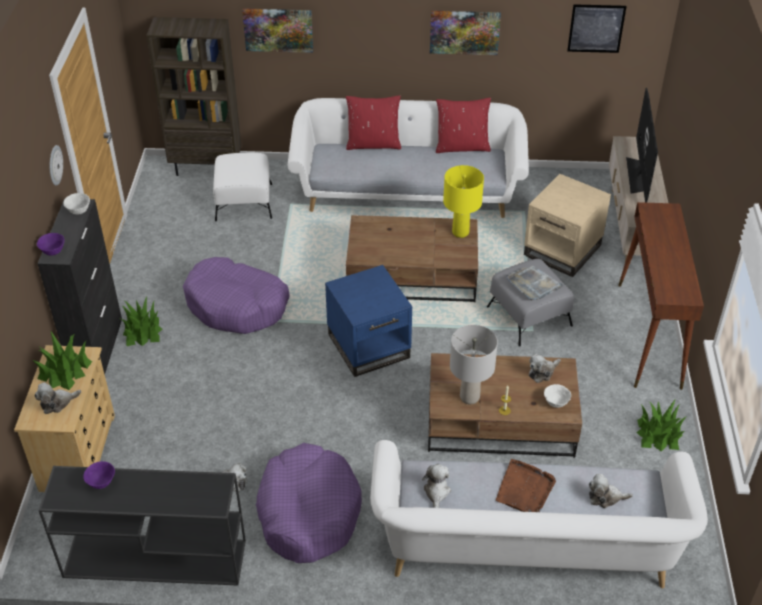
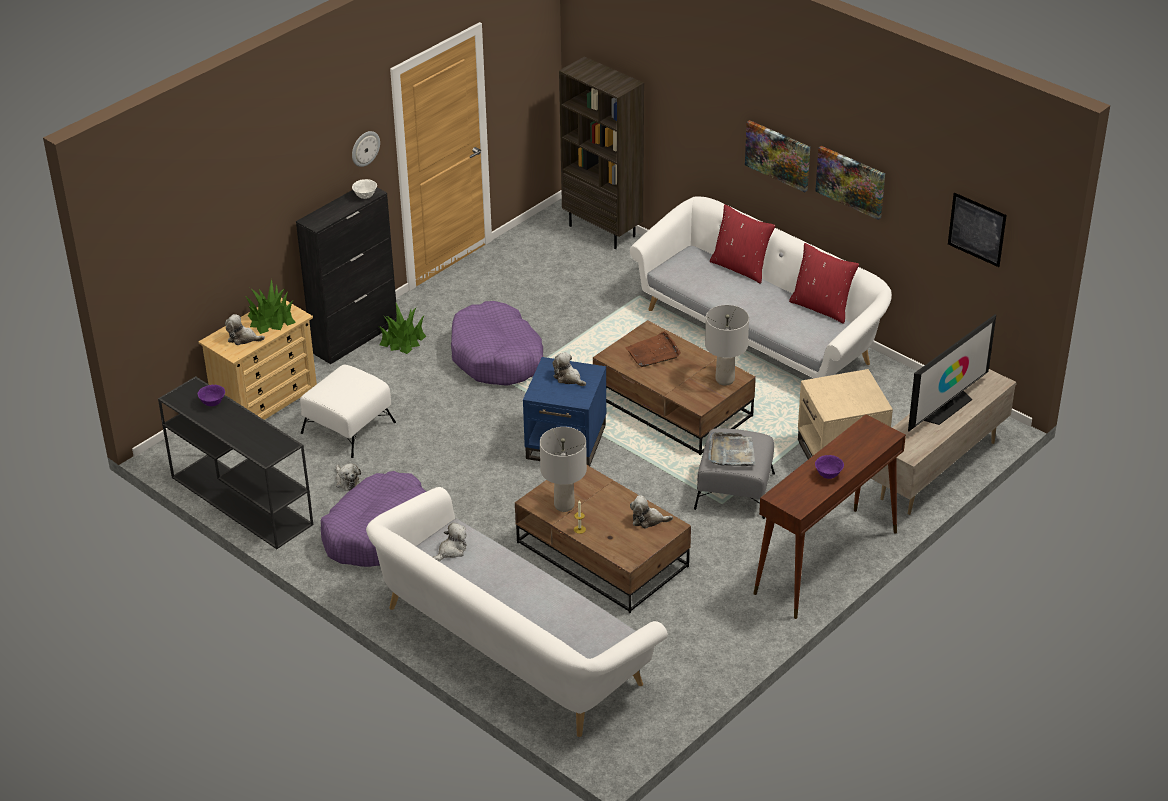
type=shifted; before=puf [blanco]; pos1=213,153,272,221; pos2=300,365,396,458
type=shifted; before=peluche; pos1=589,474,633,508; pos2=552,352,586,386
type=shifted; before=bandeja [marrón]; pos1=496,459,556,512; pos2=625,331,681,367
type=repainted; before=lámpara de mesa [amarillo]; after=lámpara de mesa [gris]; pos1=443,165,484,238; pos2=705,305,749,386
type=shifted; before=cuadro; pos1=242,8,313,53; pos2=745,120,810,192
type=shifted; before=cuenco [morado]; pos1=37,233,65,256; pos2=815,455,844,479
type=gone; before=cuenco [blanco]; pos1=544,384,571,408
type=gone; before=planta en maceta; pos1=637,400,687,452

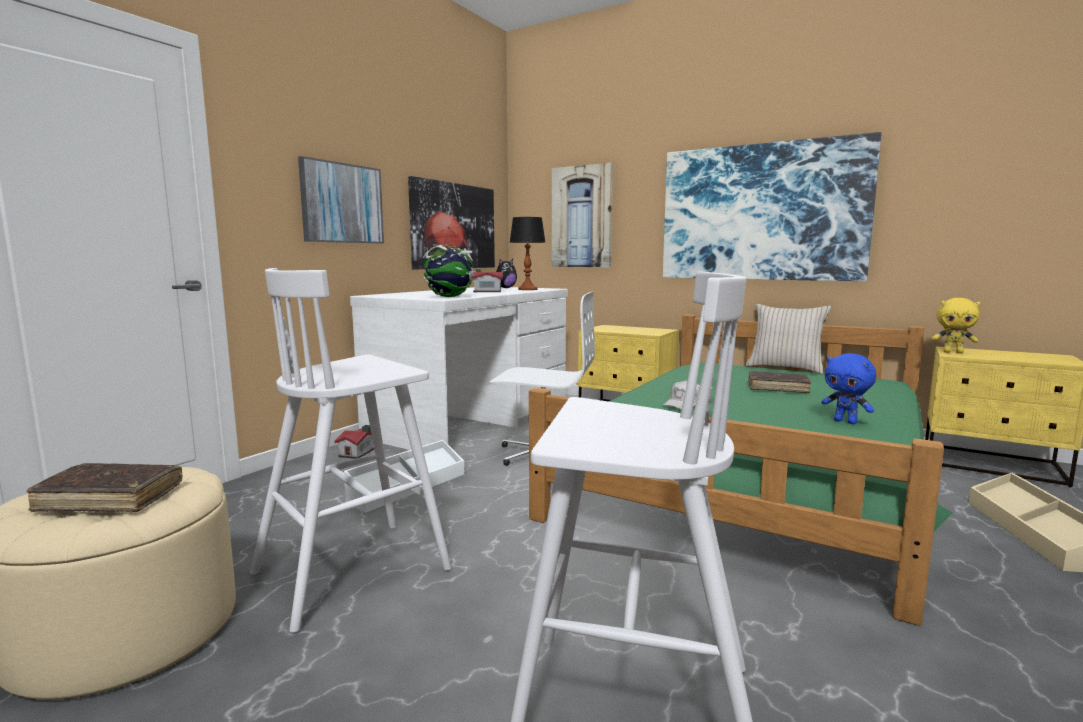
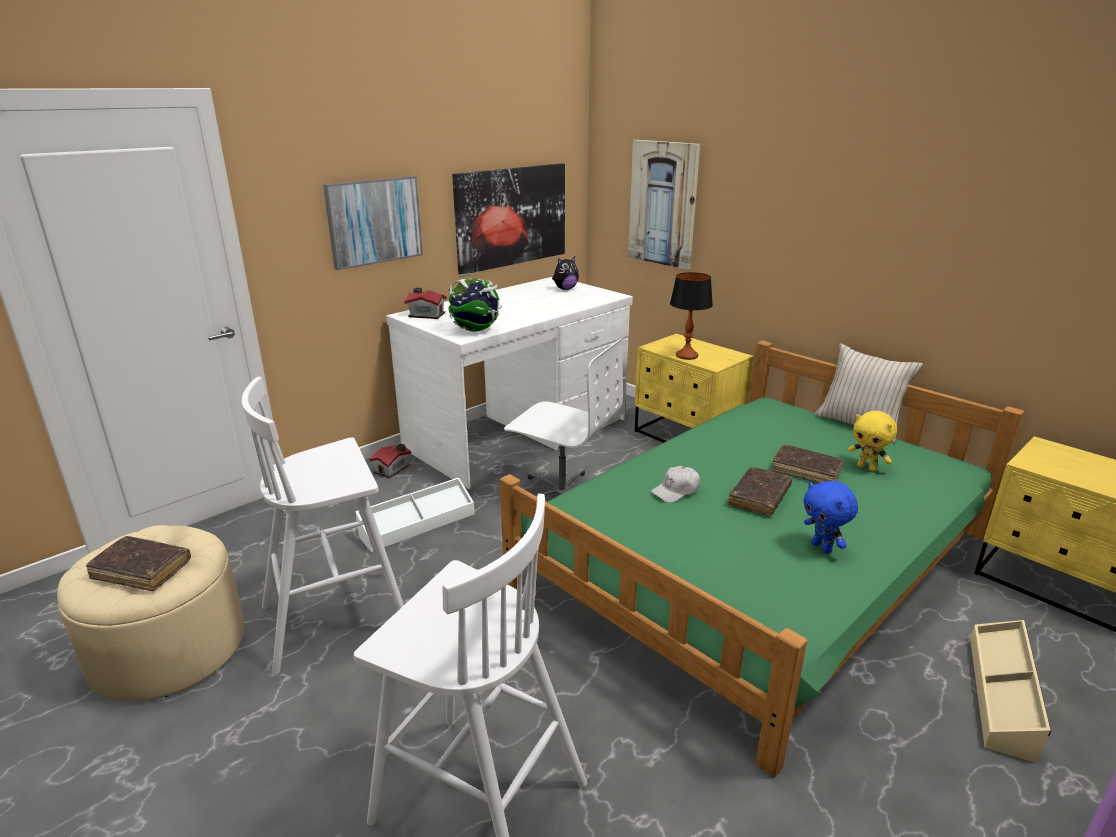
type=shifted; before=casita; pos1=471,269,503,292; pos2=404,287,447,319
type=shifted; before=lámpara de mesa; pos1=510,217,545,290; pos2=670,272,713,360
type=new; after=libro [marrón]; pos2=728,467,792,516
type=shifted; before=peluche [amarillo]; pos1=932,298,981,353; pos2=848,410,897,471
type=gone; before=cuadro; pos1=663,132,881,281

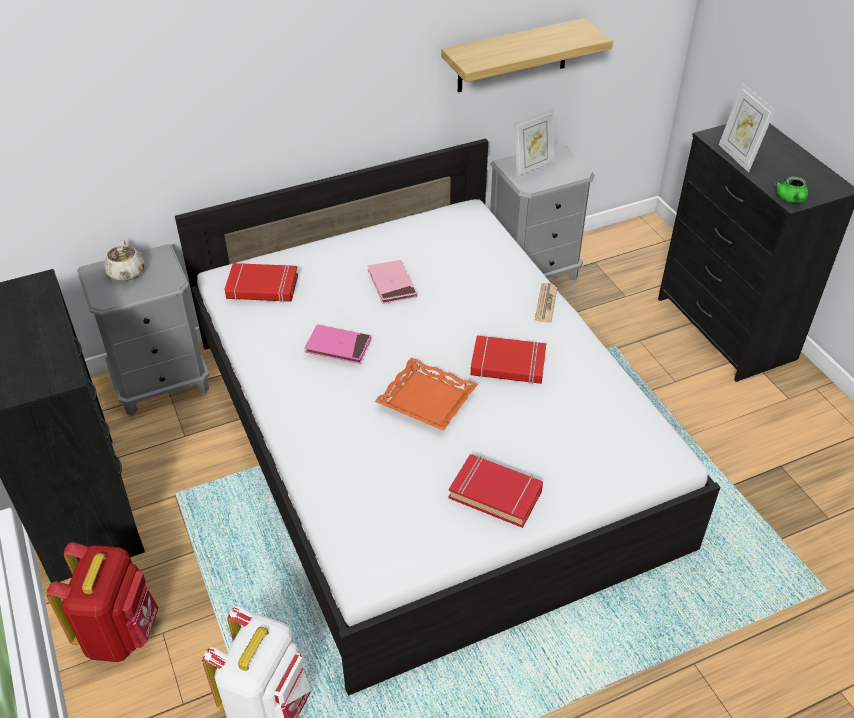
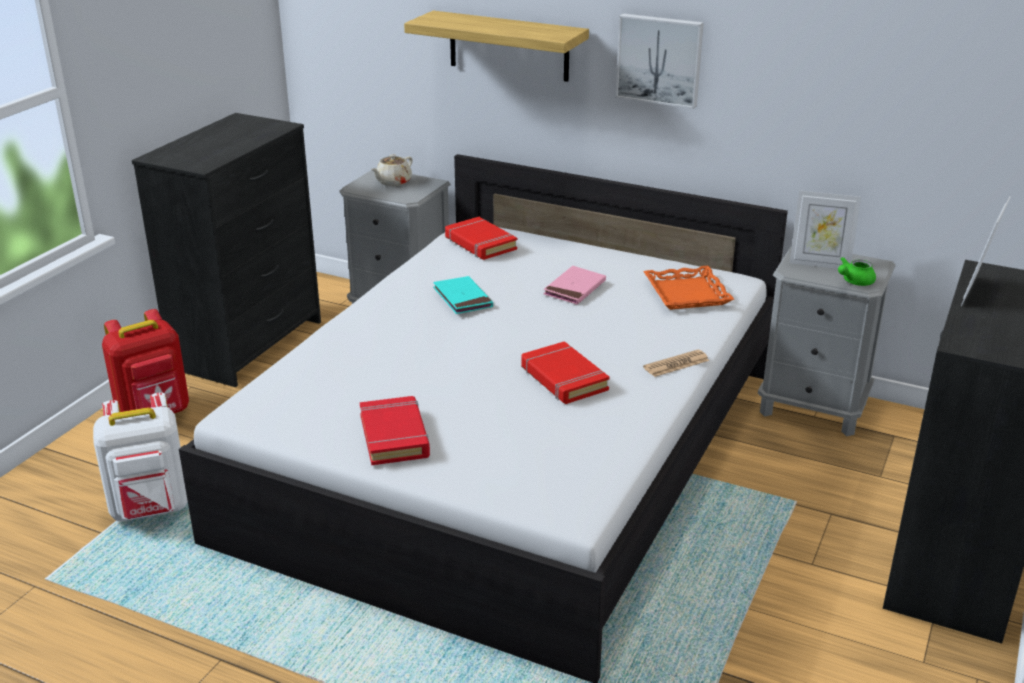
type=shifted; before=estante; pos1=441,18,613,92; pos2=404,11,589,82
type=repainted; before=libro [rosa]; after=libro [turquesa]; pos1=304,324,371,364; pos2=433,276,493,314
type=new; after=cuadro; pos2=616,13,704,109
type=shifted; before=bandeja [naranja]; pos1=375,358,478,431; pos2=643,266,734,310
type=shifted; before=tetera [verde]; pos1=775,176,808,203; pos2=838,257,876,286

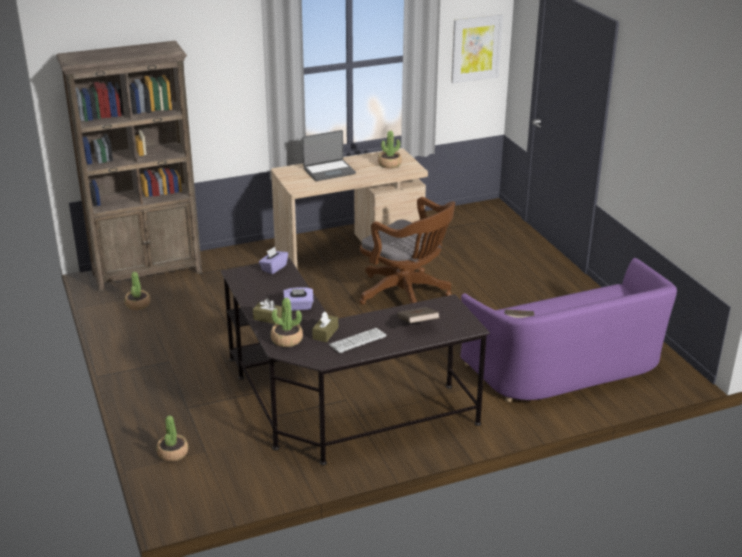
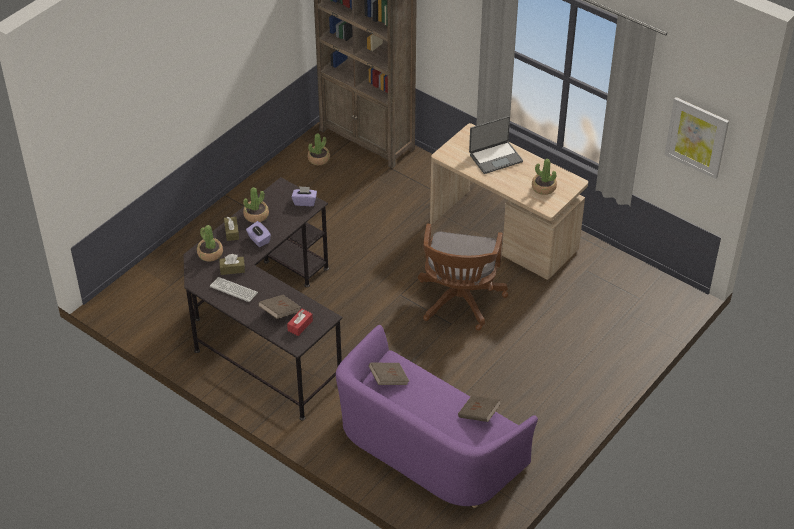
type=shifted; before=planta en maceta; pos1=156,415,188,462; pos2=243,187,269,223
type=new; after=caja de pañuelos [rojo]; pos2=287,309,313,336
type=new; after=libro [marrón]; pos2=458,396,501,422
type=rotated; before=portátil; pos1=302,130,356,181; pos2=469,116,523,174; turn=-60

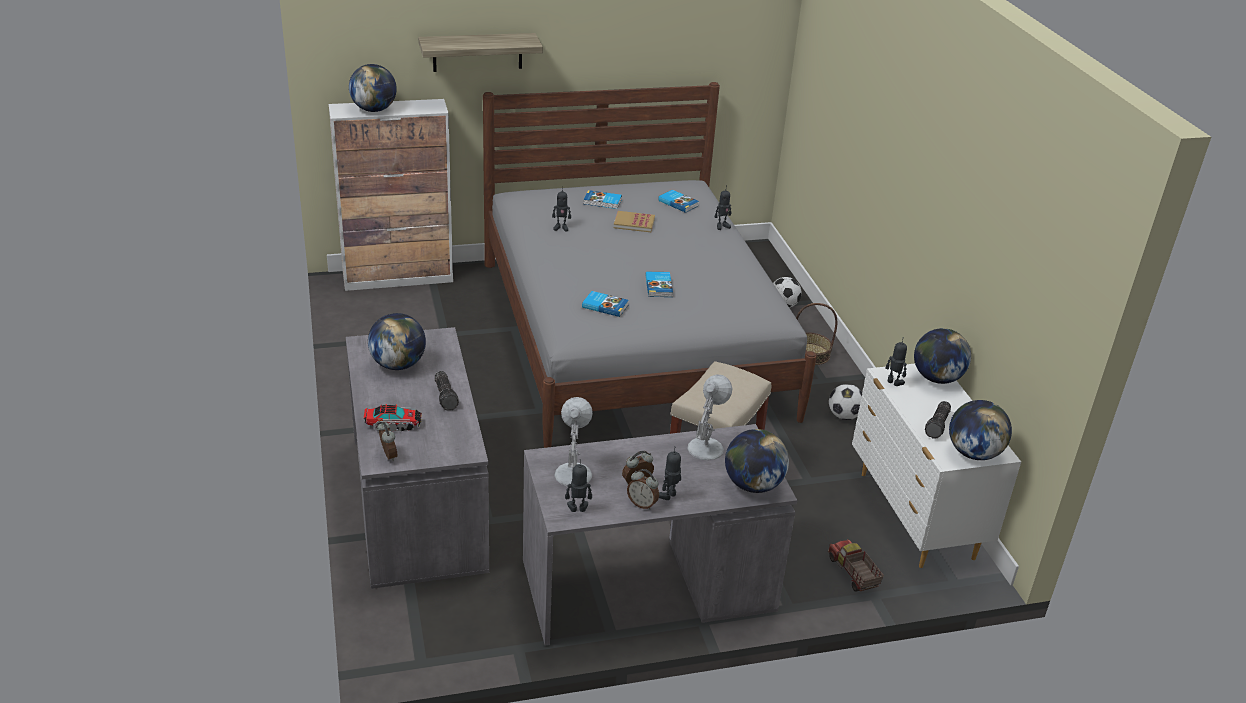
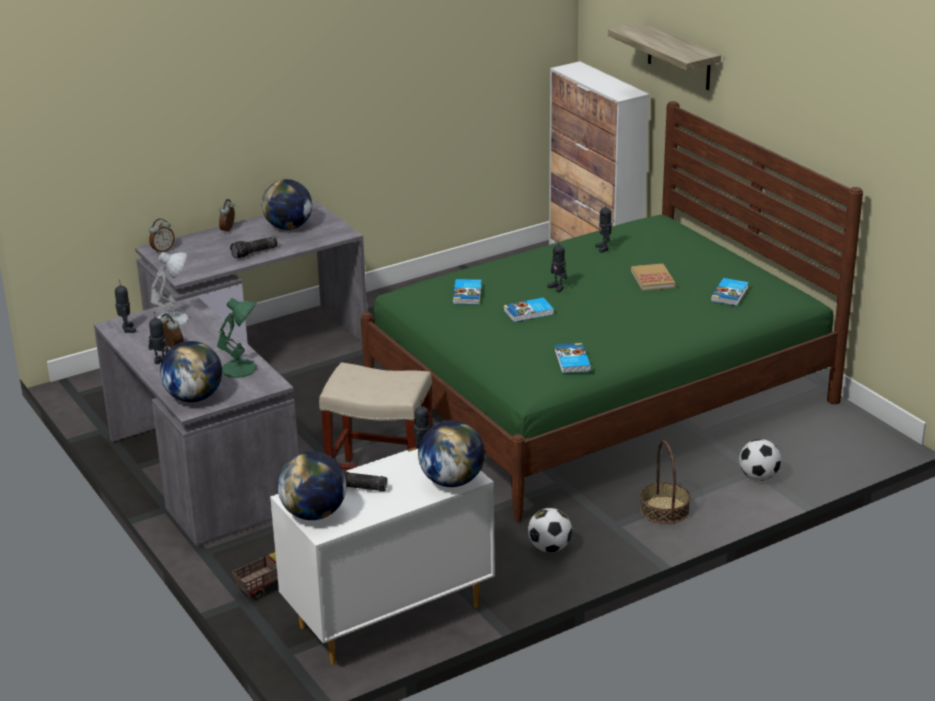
type=repainted; before=lámpara de mesa [blanco]; after=lámpara de mesa [verde]; pos1=687,375,732,461; pos2=217,298,257,378
type=shifted; before=despertador; pos1=627,469,659,510; pos2=219,199,235,233
type=repainted; before=cama [gris]; after=cama [verde]; pos1=483,82,817,448; pos2=361,101,863,522
type=shifted; before=robot de juguete; pos1=715,190,731,230; pos2=547,239,567,292
type=shifted; before=libro; pos1=584,190,622,209; pos2=555,343,591,373
type=gone; before=globo terráqueo; pos1=349,64,397,112
type=gone; before=camión de juguete; pos1=364,404,422,432

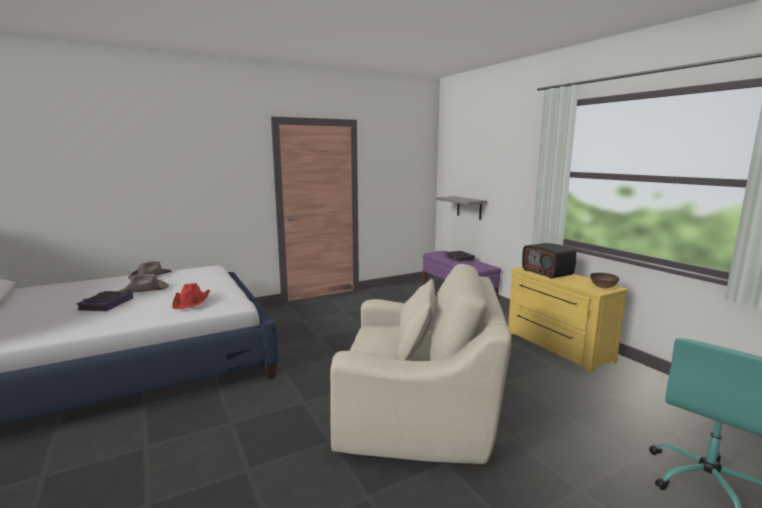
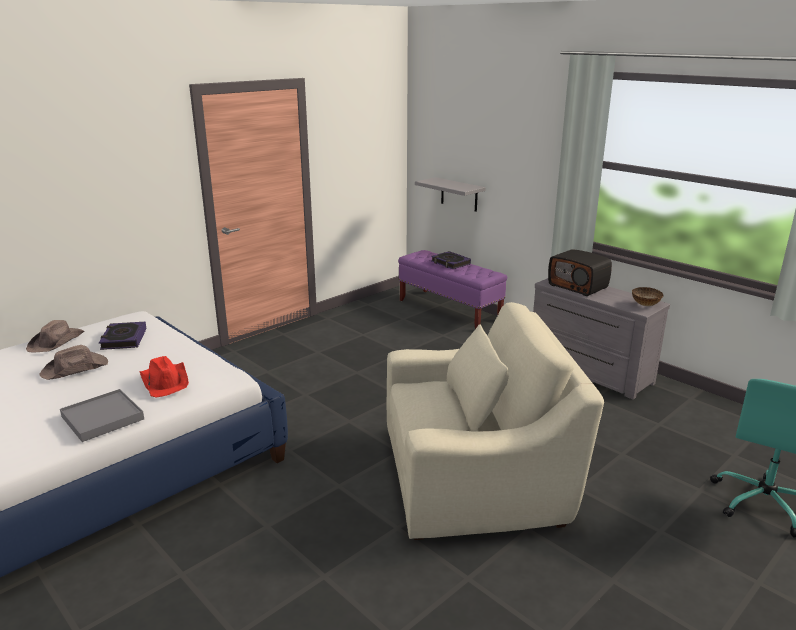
type=new; after=bandeja [gris]; pos2=60,389,144,442
type=shifted; before=libro; pos1=76,291,133,311; pos2=99,322,147,350
type=repainted; before=cómoda [amarillo]; after=cómoda [gris]; pos1=508,267,628,372; pos2=533,278,670,400

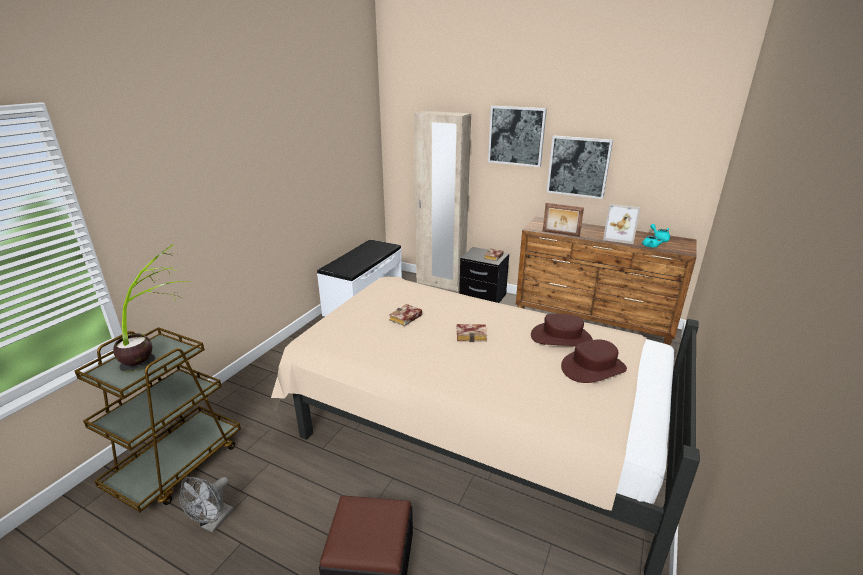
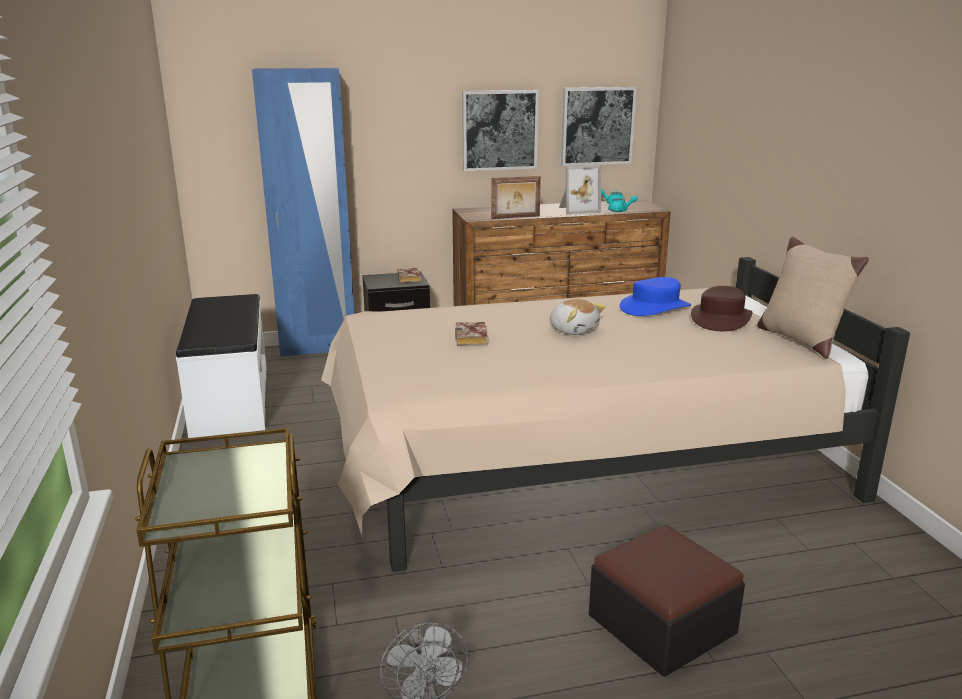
type=repainted; before=armario ropero [beis]; after=armario ropero [azul]; pos1=414,111,471,292; pos2=252,68,354,357
type=swapped; before=libro; after=peluche; pos1=456,324,487,342; pos2=550,299,606,335
type=shifted; before=cuadro; pos1=488,106,547,167; pos2=561,87,637,166
type=repainted; before=sombrero [marrón]; after=sombrero [azul]; pos1=531,313,593,347; pos2=620,277,691,316
type=new; after=cojín [beis]; pos2=757,237,869,358
type=gone; before=planta en maceta; pos1=113,244,189,372

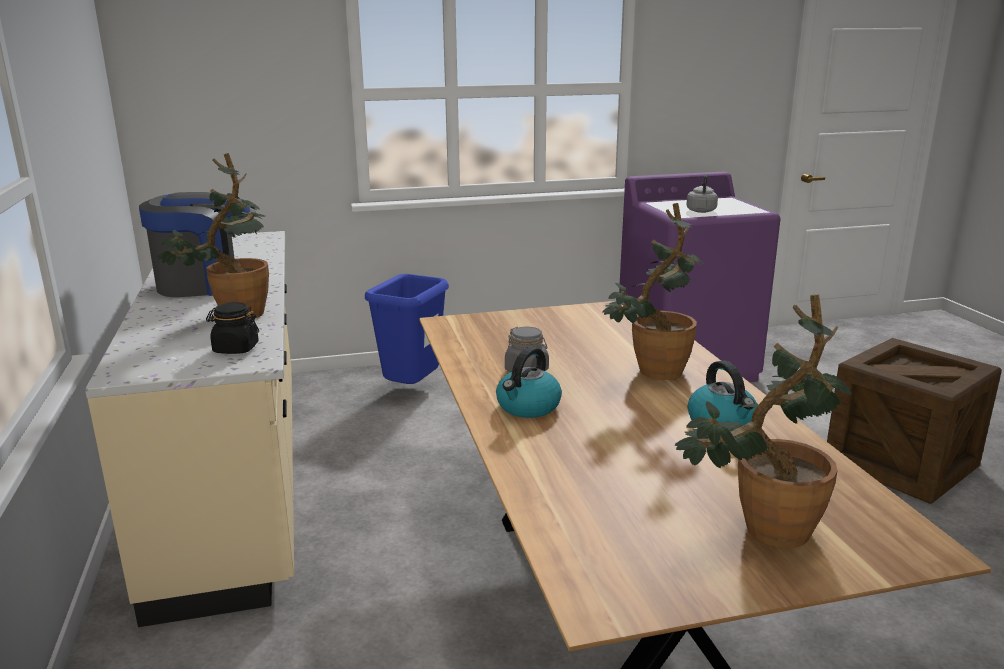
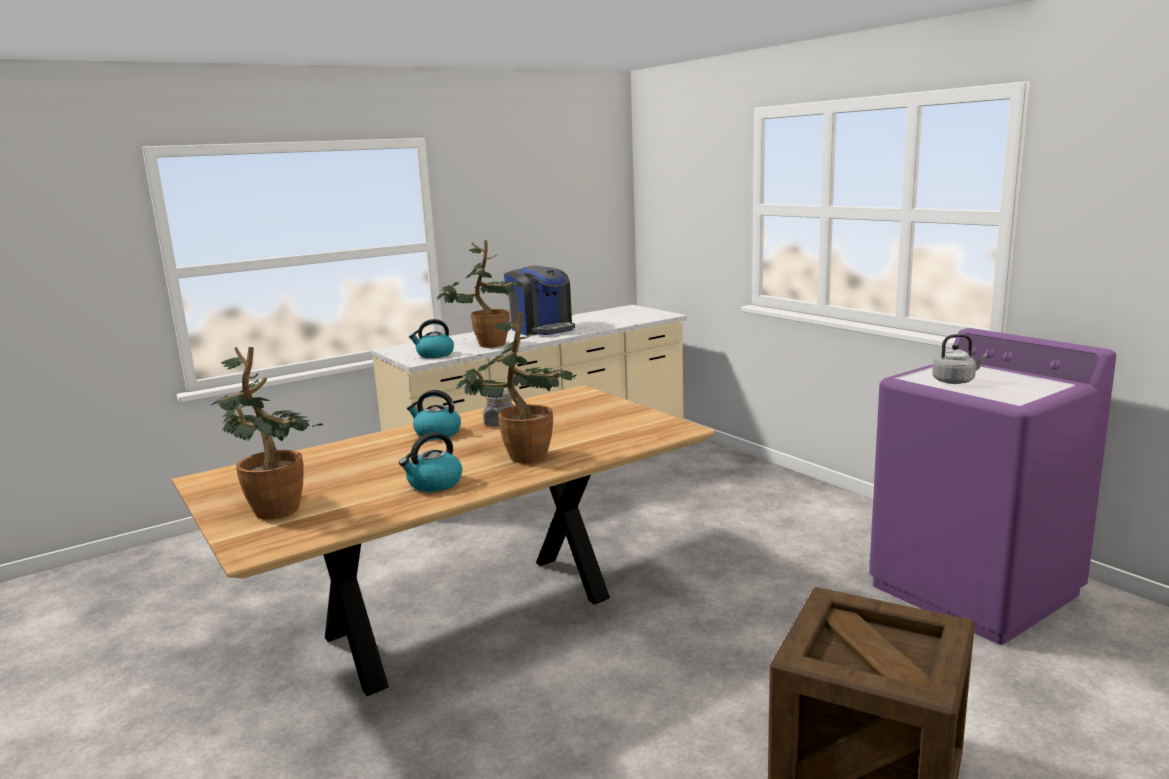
type=swapped; before=tarro [negro]; after=hervidor; pos1=206,302,259,354; pos2=409,319,454,358
type=gone; before=papelera [azul]; pos1=365,274,449,384

